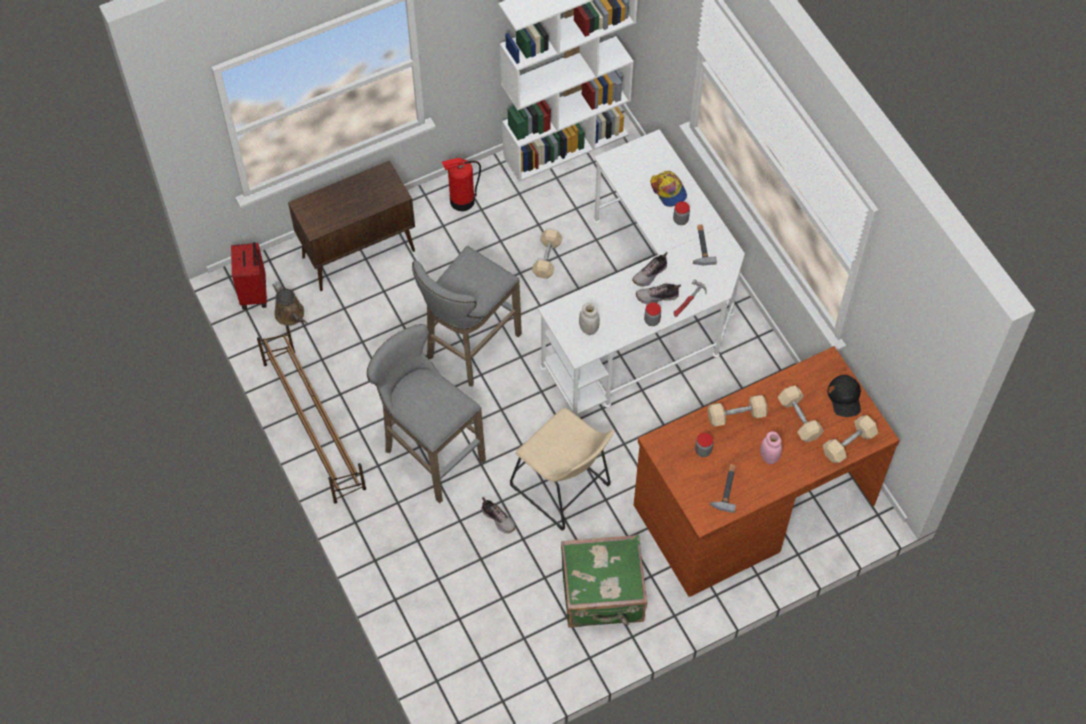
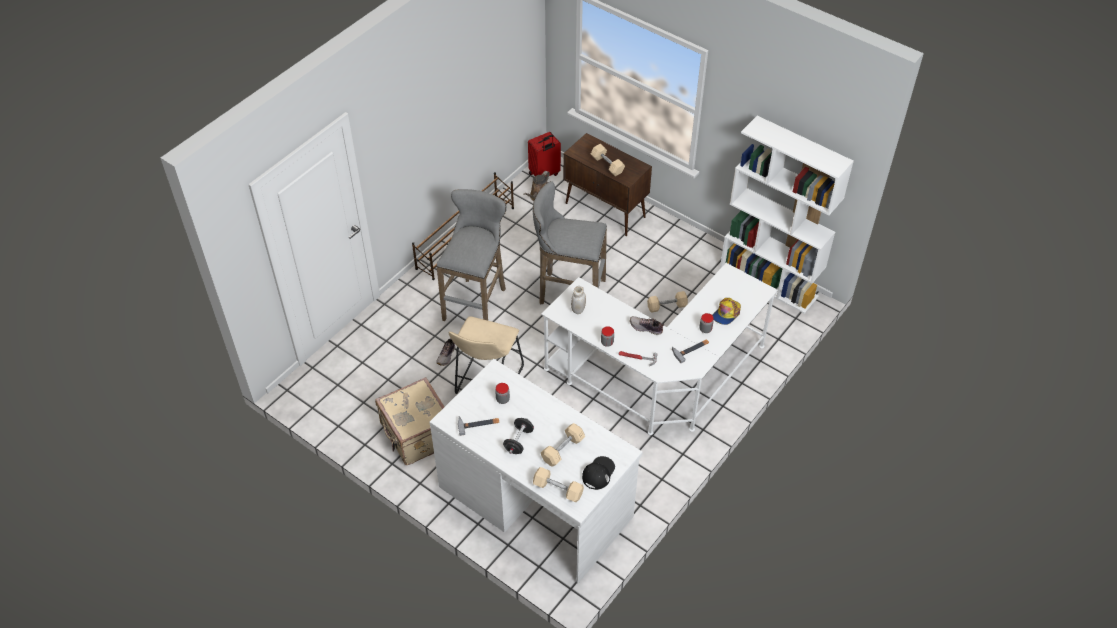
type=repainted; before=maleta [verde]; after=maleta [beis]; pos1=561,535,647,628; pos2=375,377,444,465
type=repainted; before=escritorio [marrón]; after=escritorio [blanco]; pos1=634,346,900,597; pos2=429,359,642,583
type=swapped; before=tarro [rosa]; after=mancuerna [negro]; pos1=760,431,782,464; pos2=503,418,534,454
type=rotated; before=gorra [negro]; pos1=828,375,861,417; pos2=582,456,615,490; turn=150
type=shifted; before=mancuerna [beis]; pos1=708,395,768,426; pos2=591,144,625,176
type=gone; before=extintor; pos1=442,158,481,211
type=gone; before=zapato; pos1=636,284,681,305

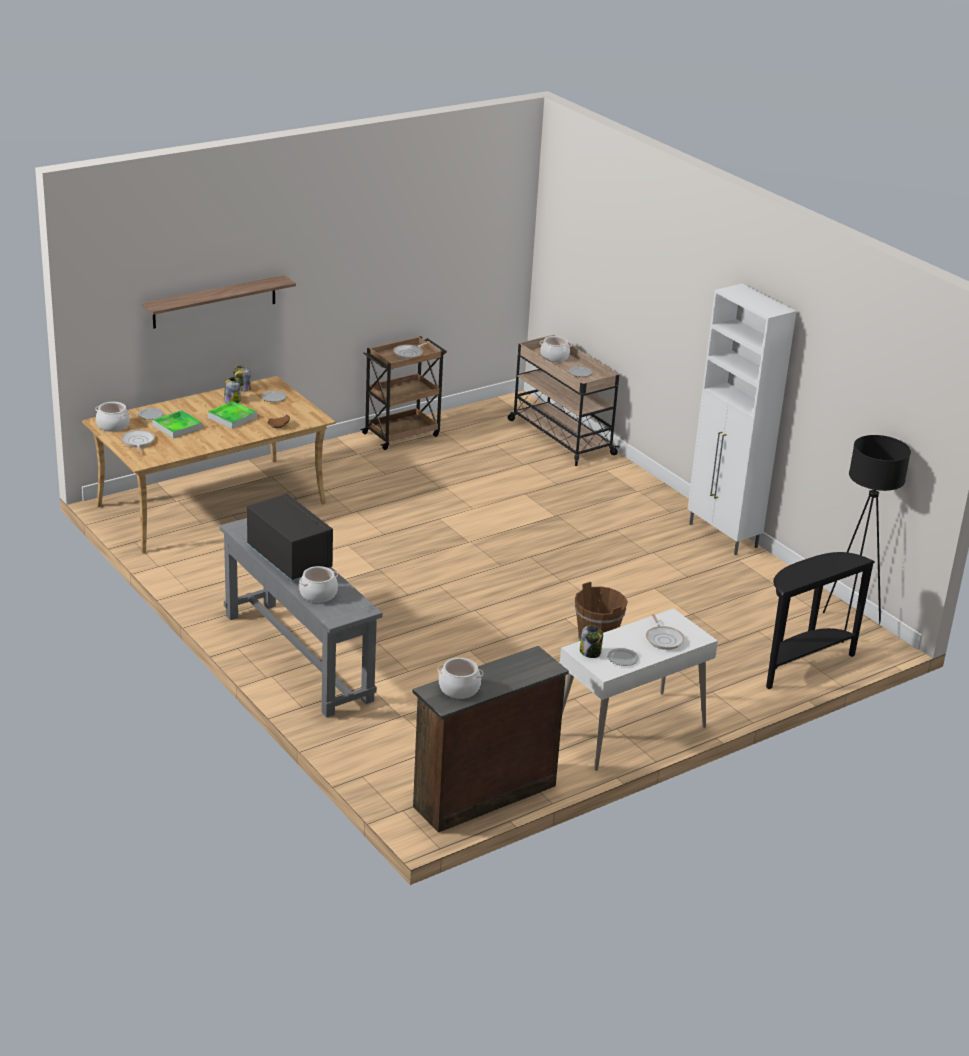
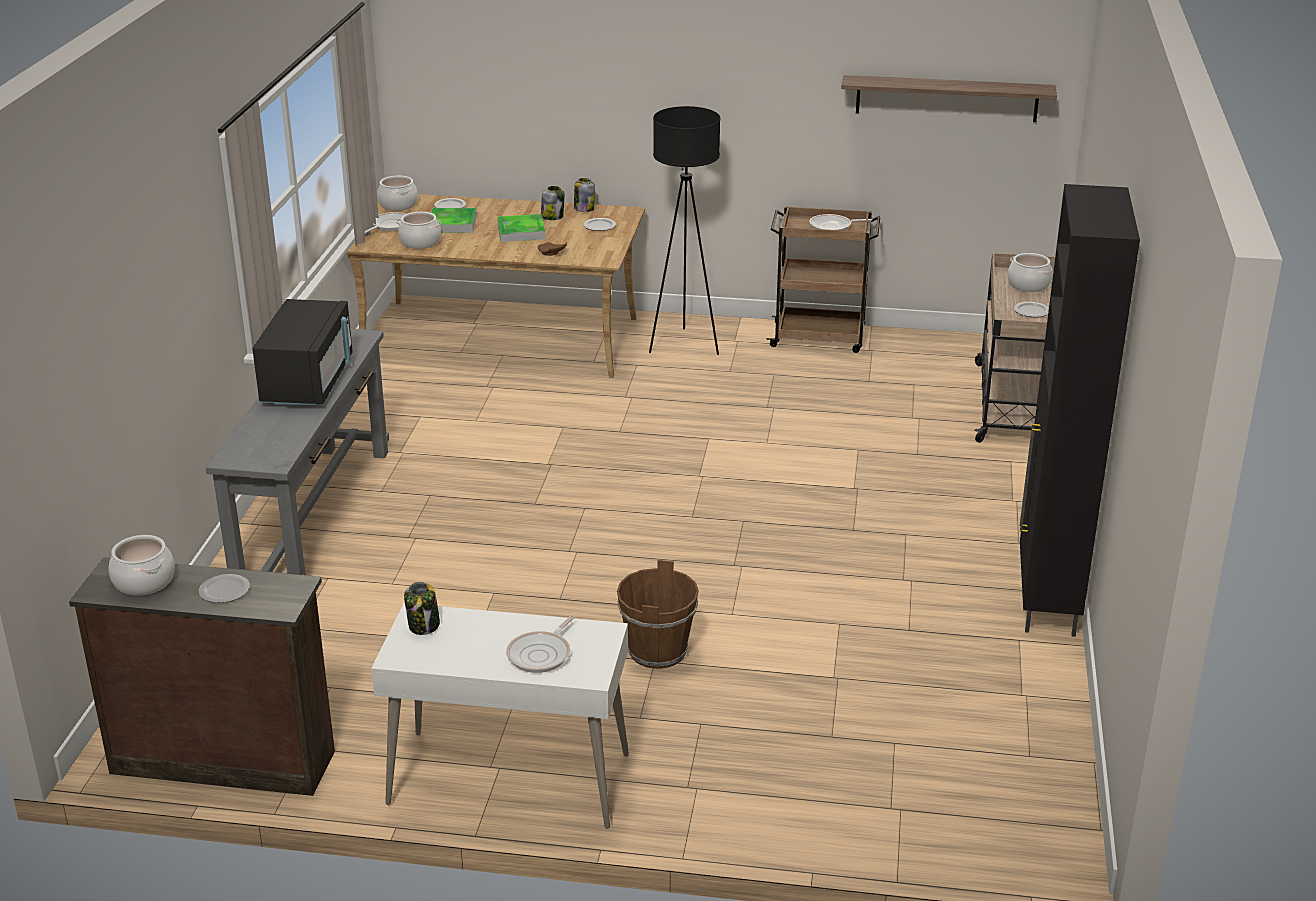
type=shifted; before=plato; pos1=608,648,639,666; pos2=199,574,250,603
type=shifted; before=olla; pos1=299,566,338,603; pos2=396,212,442,249
type=shifted; before=lámpara de pie [negro]; pos1=823,435,911,643; pos2=649,106,721,355
type=shifted; before=estante; pos1=142,275,296,329; pos2=841,75,1057,122
type=repainted; before=armario [blanco]; after=armario [negro]; pos1=688,284,796,555; pos2=1019,184,1140,637
type=gone; before=mesa consola [negro]; pos1=766,552,875,689

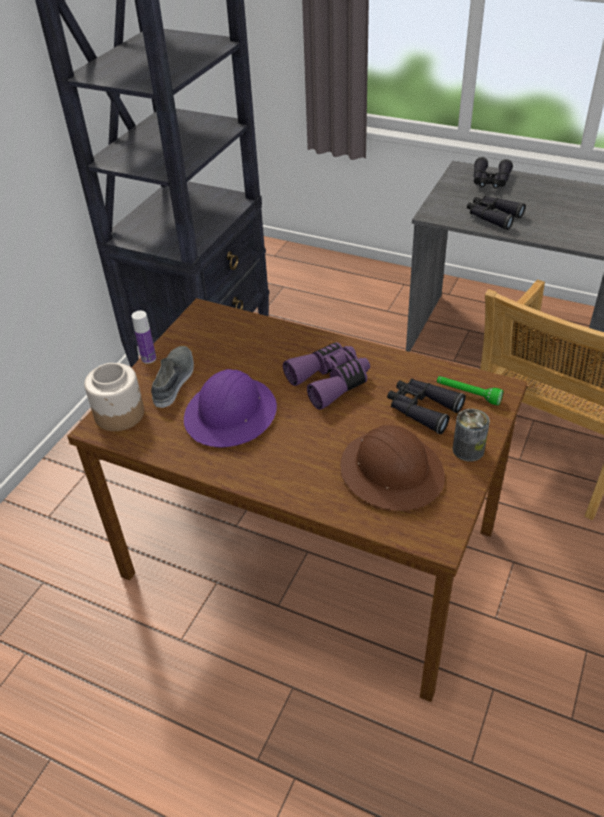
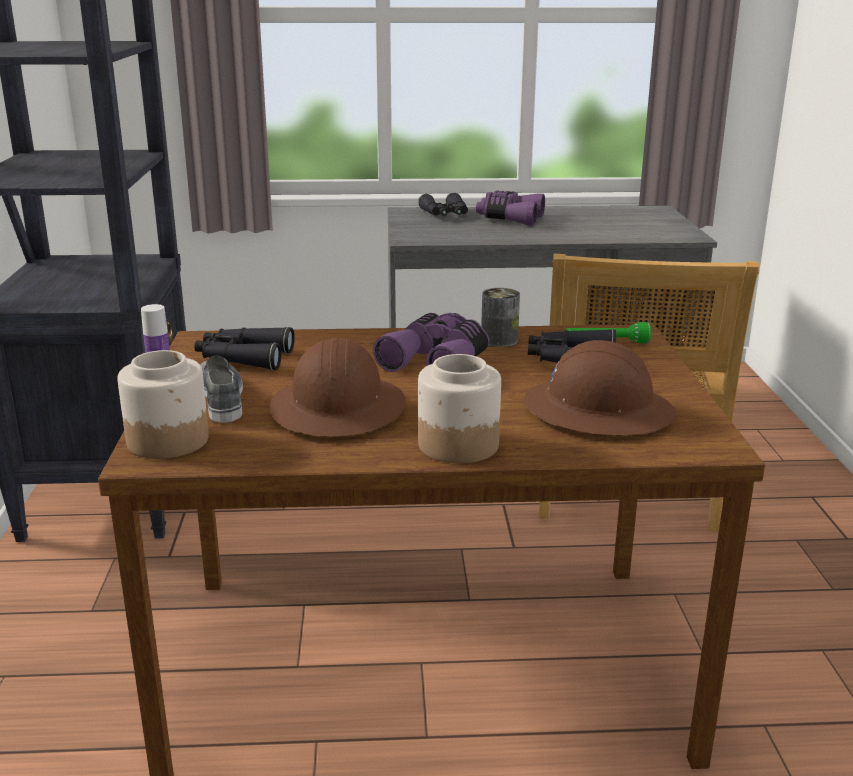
type=shifted; before=prismáticos [negro]; pos1=467,196,526,230; pos2=194,327,295,370
type=repainted; before=casco [morado]; after=casco [marrón]; pos1=184,369,277,447; pos2=269,338,406,437
type=new; after=tarro; pos2=418,354,501,463
type=new; after=prismáticos [morado]; pos2=476,190,545,226
type=shifted; before=lata; pos1=452,409,490,462; pos2=481,288,520,347

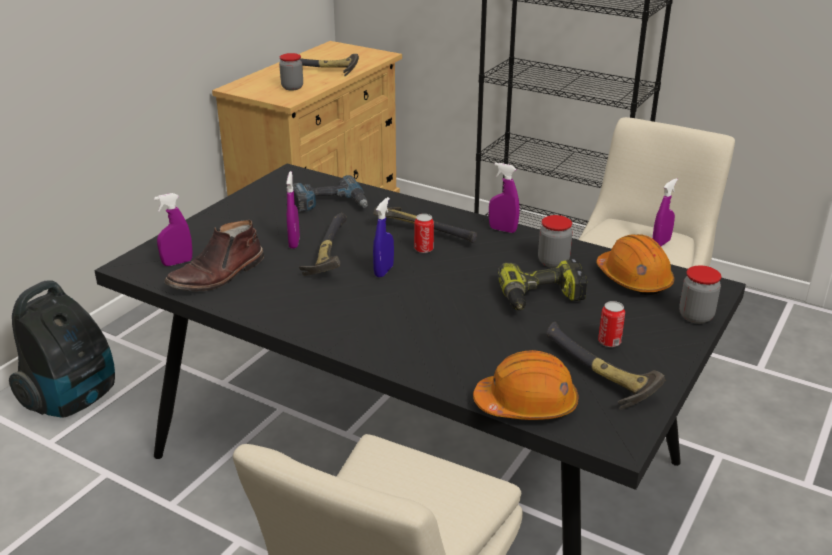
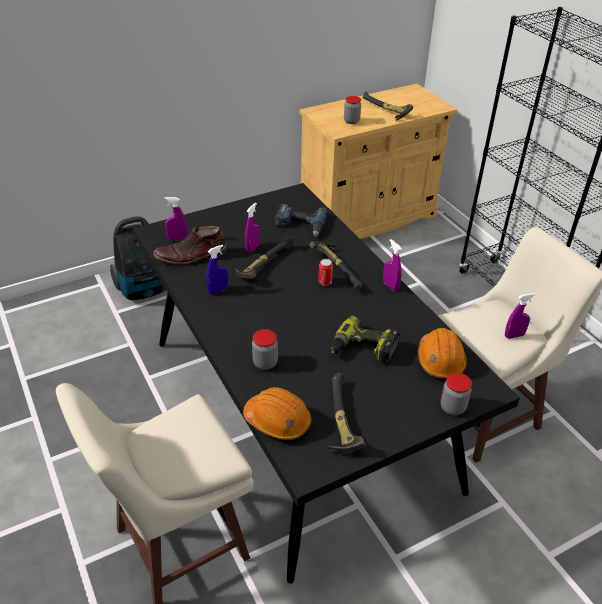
type=shifted; before=pulverizador [azul]; pos1=373,197,394,277; pos2=206,245,228,294
type=shifted; before=tarro; pos1=538,215,572,268; pos2=252,329,278,370
type=gone; before=lata; pos1=598,301,625,347

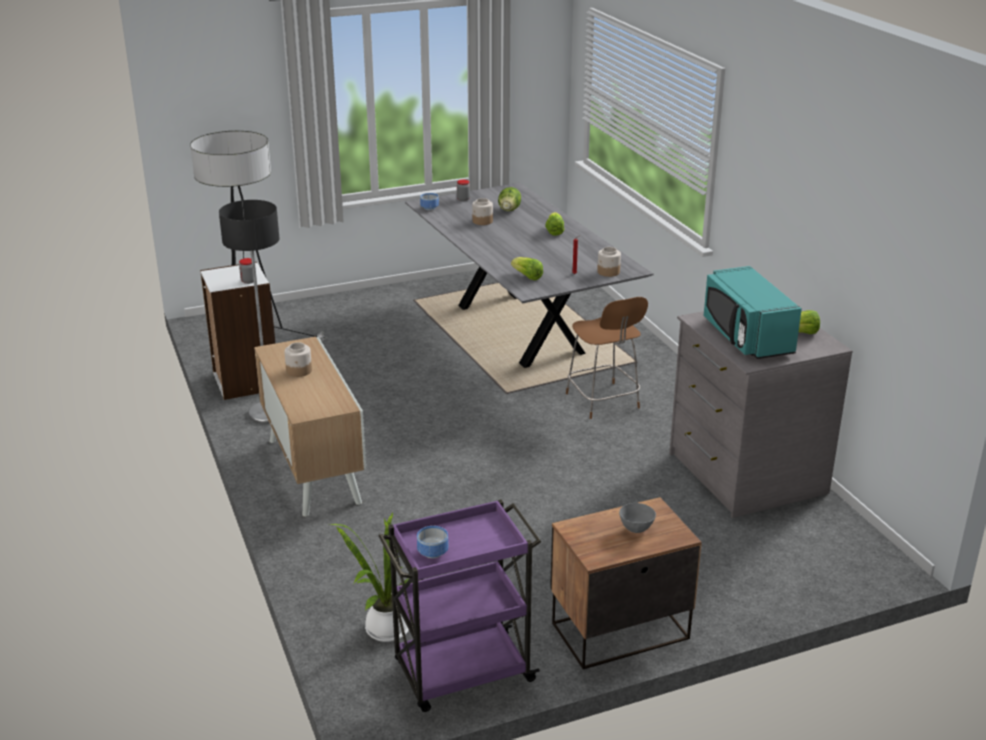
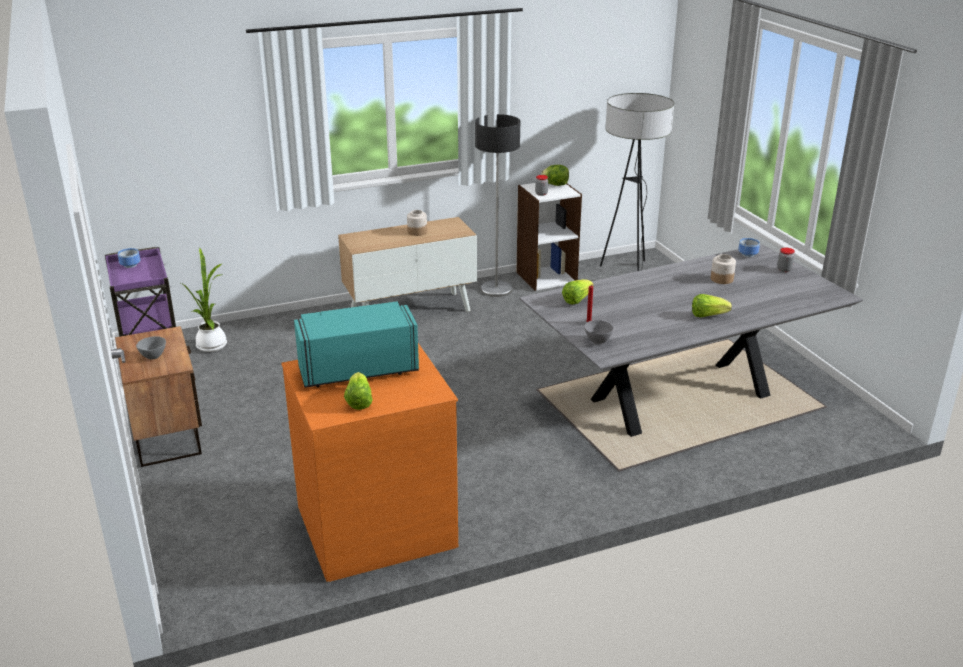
type=repainted; before=cómoda [gris]; after=cómoda [naranja]; pos1=669,311,853,518; pos2=281,343,458,582
type=shifted; before=lechuga; pos1=498,187,521,211; pos2=541,165,569,186
type=swapped; before=tarro; after=cuenco [gris]; pos1=597,247,621,277; pos2=584,320,614,344
type=gone; before=silla [marrón]; pos1=566,297,648,419

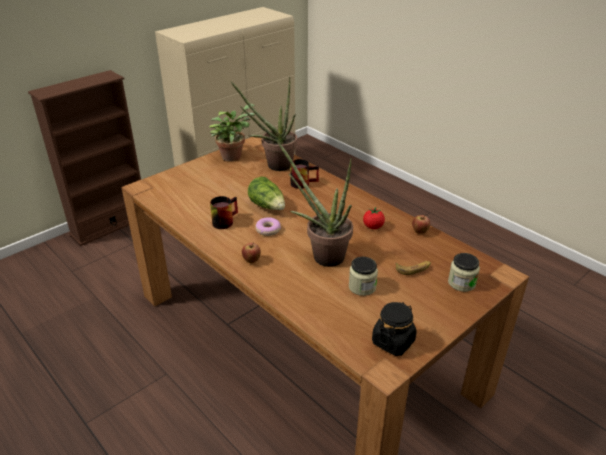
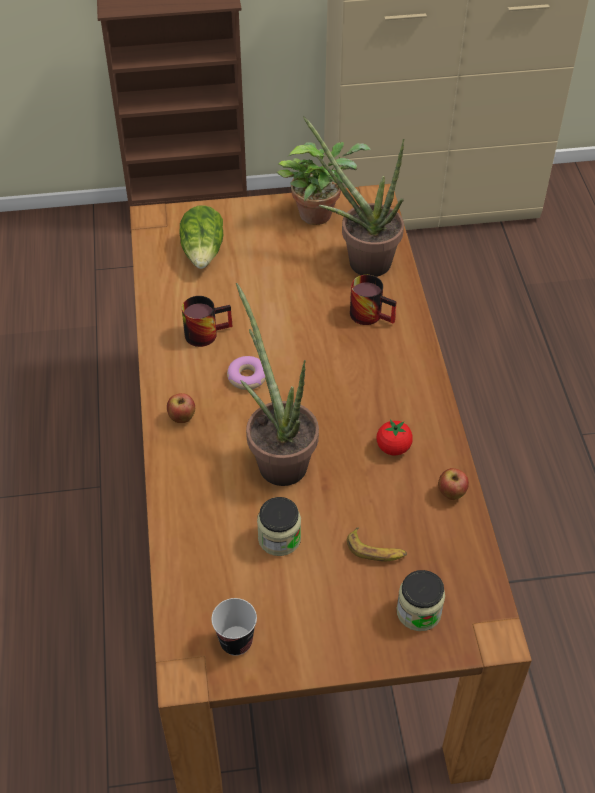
type=shifted; before=lechuga; pos1=248,176,285,210; pos2=180,206,223,269
type=swapped; before=tarro [negro]; after=taza; pos1=372,302,417,356; pos2=211,598,257,656

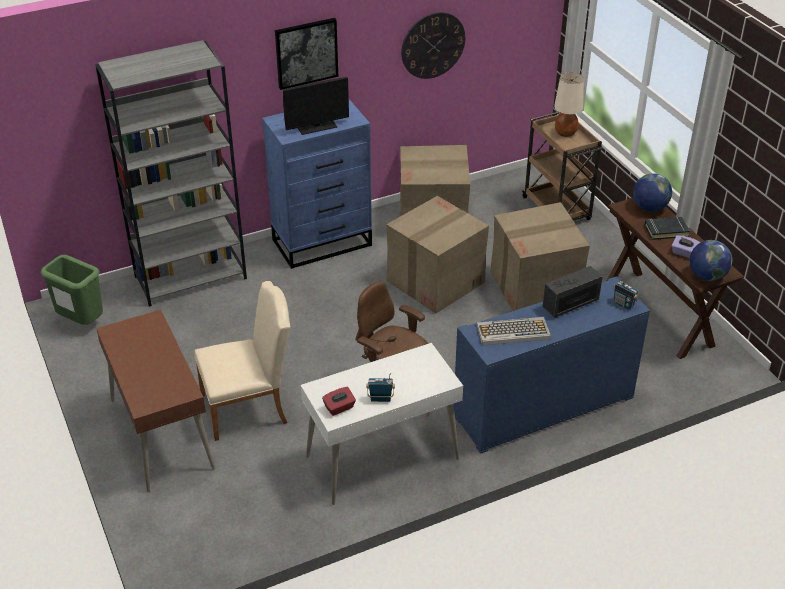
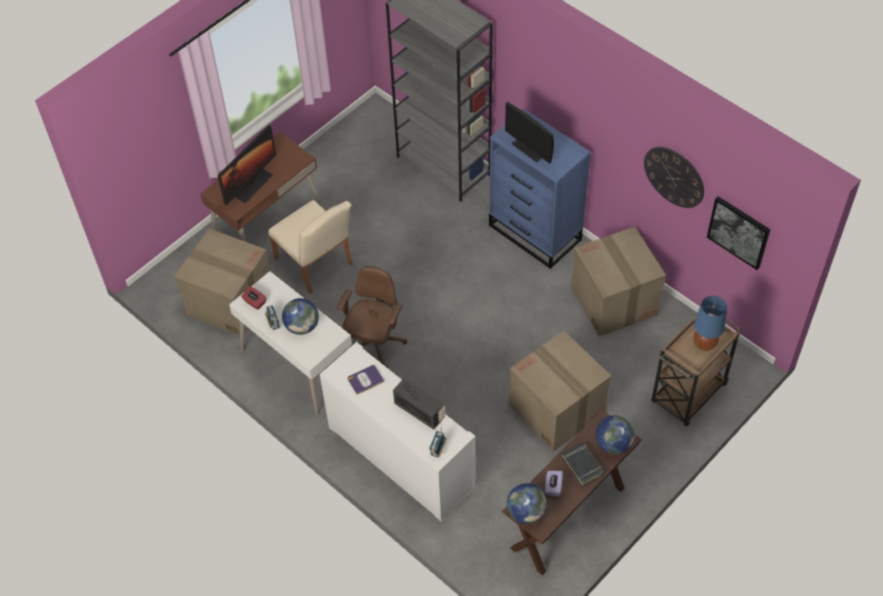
type=shifted; before=caja de cartón; pos1=386,196,489,314; pos2=174,228,270,336
type=new; after=monitor; pos2=218,125,276,205
type=new; after=globo terráqueo; pos2=282,298,319,335
type=repainted; before=armario [azul]; after=armario [blanco]; pos1=454,277,650,454; pos2=320,342,476,522
type=swapped; before=teclado; after=libro; pos1=476,317,551,345; pos2=347,365,385,395
type=repainted; before=lámpara de mesa [beis]; after=lámpara de mesa [azul]; pos1=554,72,584,137; pos2=694,296,727,351
type=shifted; before=cuadro; pos1=275,18,338,90; pos2=707,196,770,270
type=gone; before=papelera [verde]; pos1=41,255,103,325

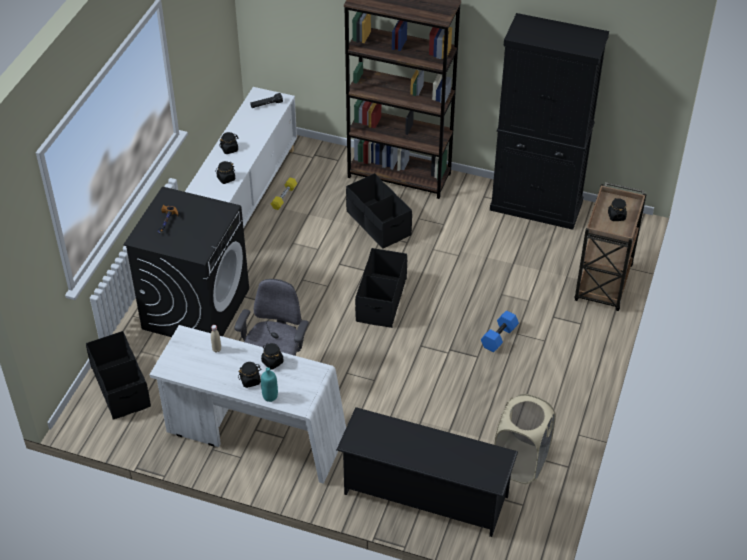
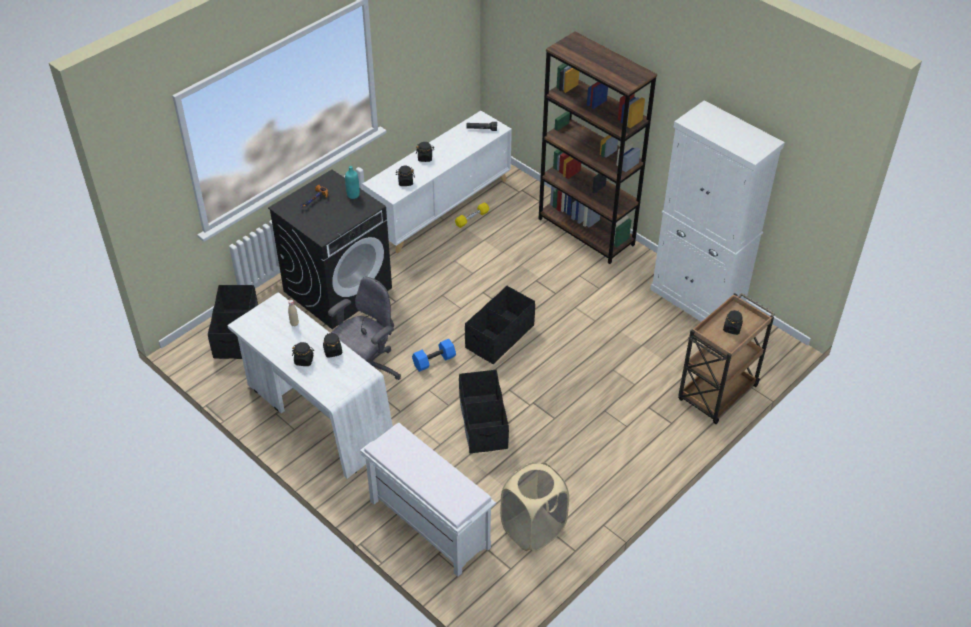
type=shifted; before=botella [turquesa]; pos1=261,367,278,402; pos2=345,166,360,199
type=swapped; before=zapatero [negro]; after=banco [blanco]; pos1=337,407,518,537; pos2=360,423,496,577
type=shifted; before=mancuerna [azul]; pos1=481,311,519,352; pos2=412,339,456,372
type=shifted; before=caja de almacenaje [negro]; pos1=346,173,412,249; pos2=459,370,509,453
type=repainted; before=armario [negro]; after=armario [blanco]; pos1=490,13,609,230; pos2=650,100,785,322

